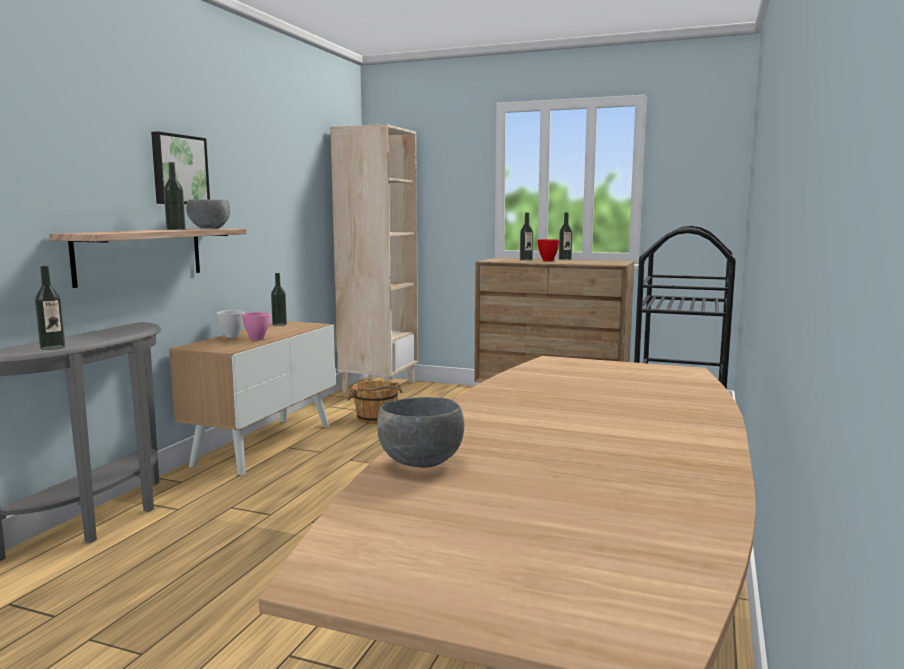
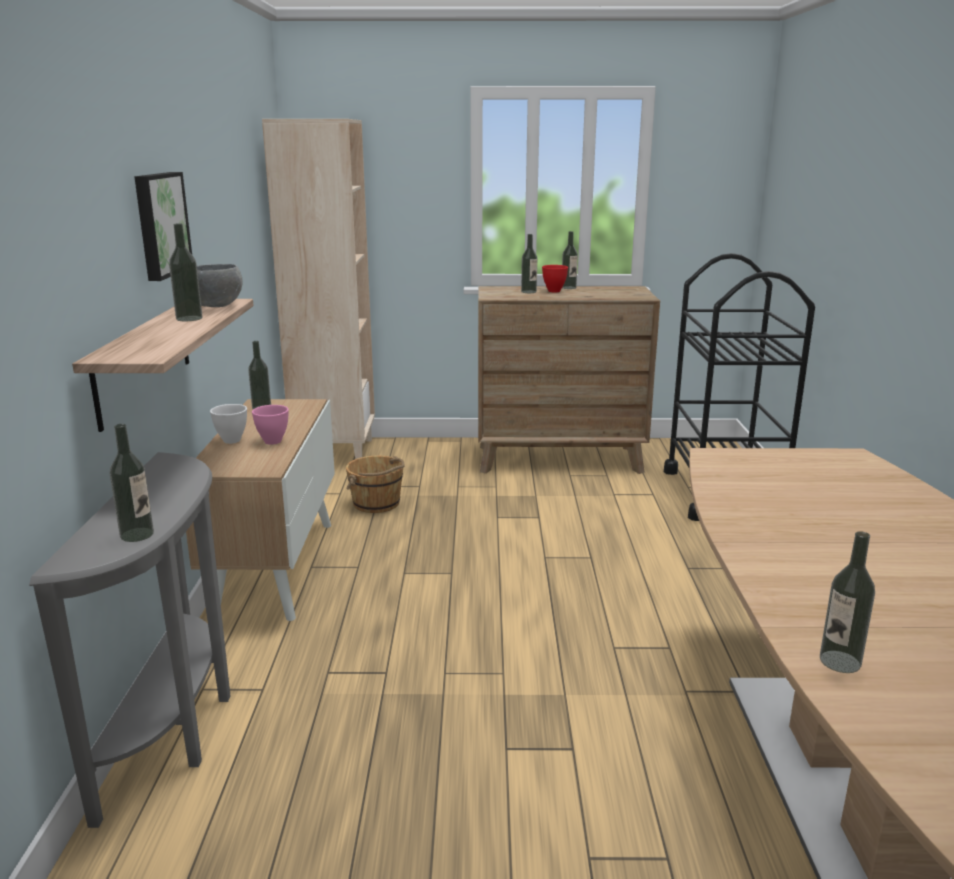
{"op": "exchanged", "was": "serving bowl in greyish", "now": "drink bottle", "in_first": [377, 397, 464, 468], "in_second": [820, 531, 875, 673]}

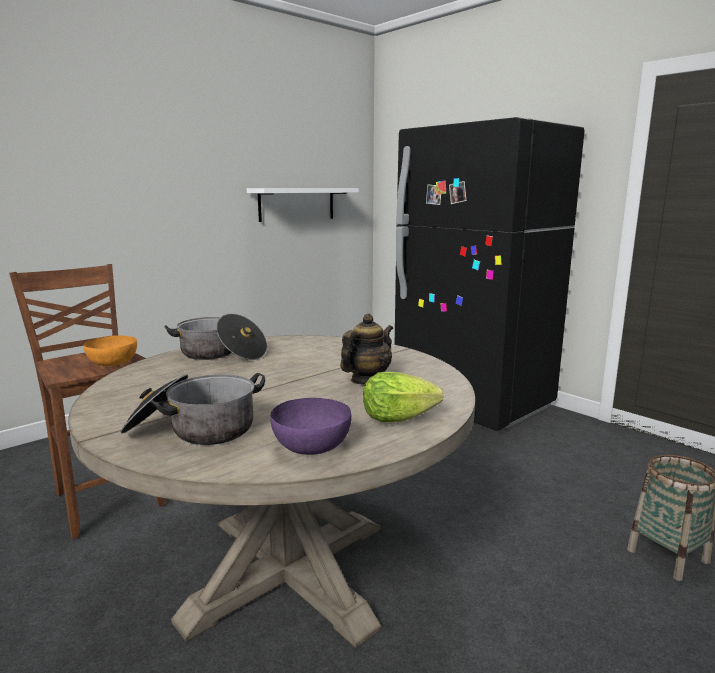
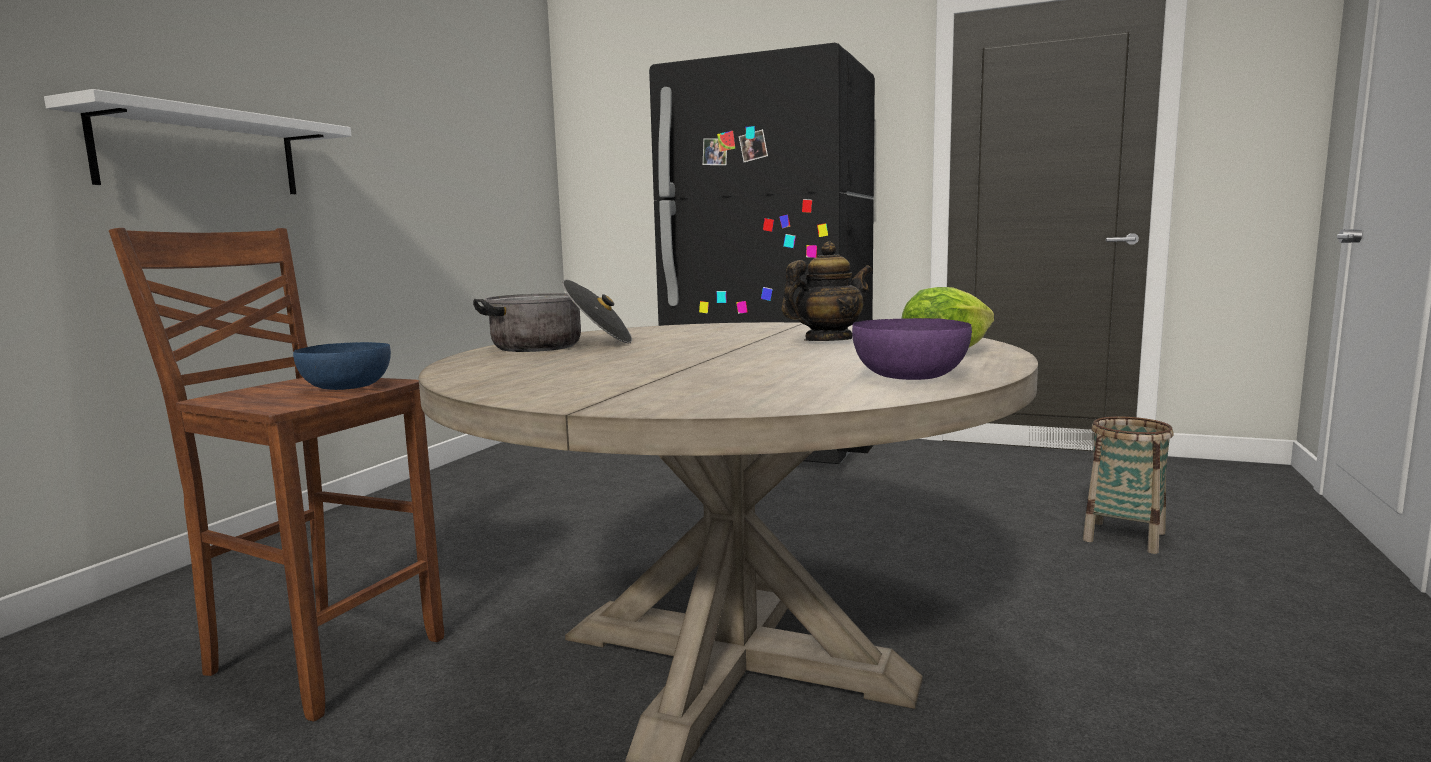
{"op": "missing", "was": "stockpot", "in_first": [121, 373, 265, 445]}
{"op": "relocated", "was": "bracket shelf in white-coloured", "in_first": [247, 188, 359, 222], "in_second": [44, 89, 351, 194]}
{"op": "colour", "was": "serving bowl in orangey", "now": "serving bowl in bluish", "in_first": [84, 335, 137, 366], "in_second": [293, 342, 391, 390]}
{"op": "spun", "was": "pot for tea", "in_first": [340, 314, 393, 385], "in_second": [782, 242, 872, 341], "clockwise": 45}

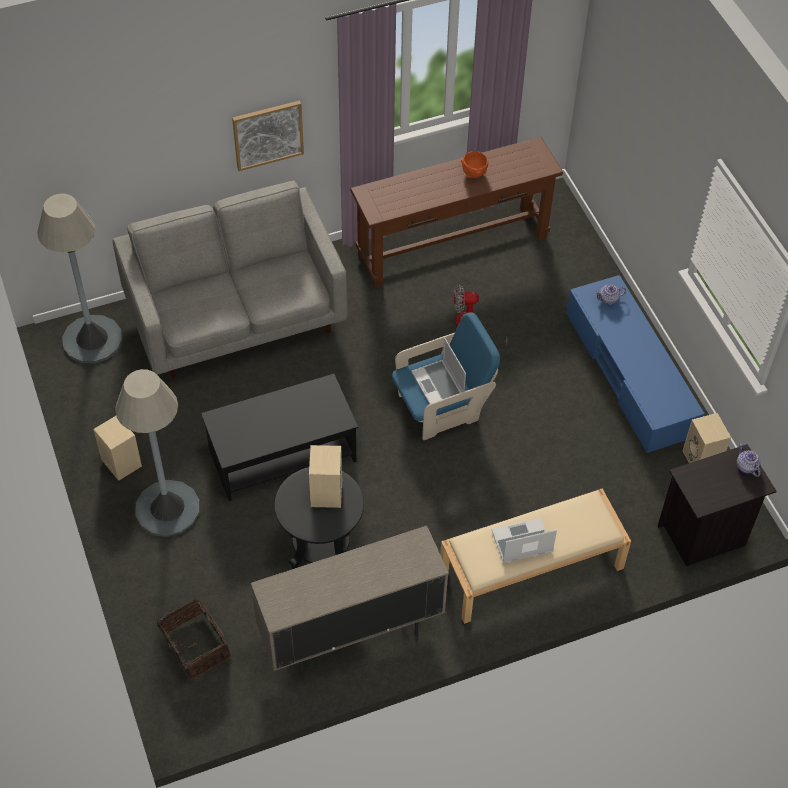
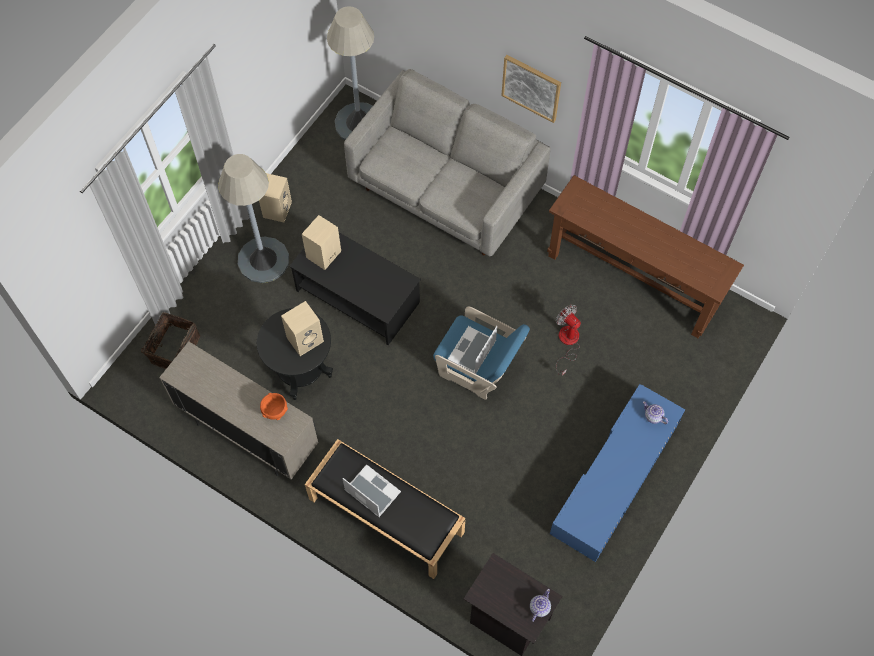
{"op": "relocated", "was": "serving bowl in orangey", "in_first": [461, 151, 488, 178], "in_second": [260, 393, 288, 420]}
{"op": "relocated", "was": "loudspeaker in beige", "in_first": [683, 413, 731, 463], "in_second": [302, 215, 341, 270]}
{"op": "colour", "was": "bench in beige", "now": "bench in black-coloured", "in_first": [440, 488, 631, 624], "in_second": [305, 439, 466, 579]}

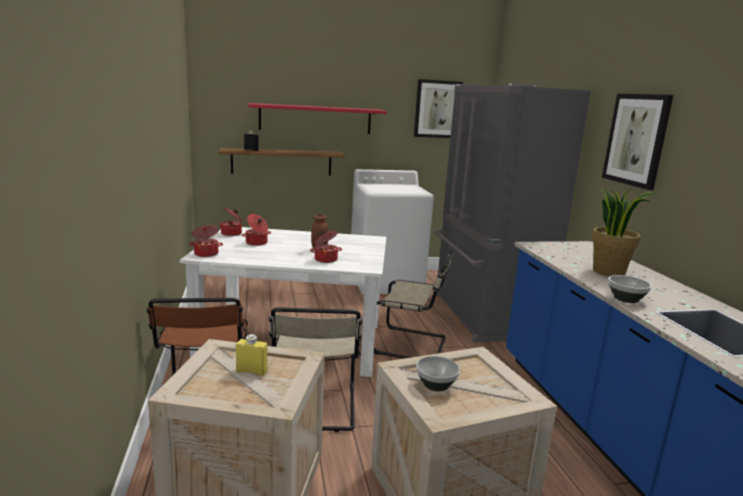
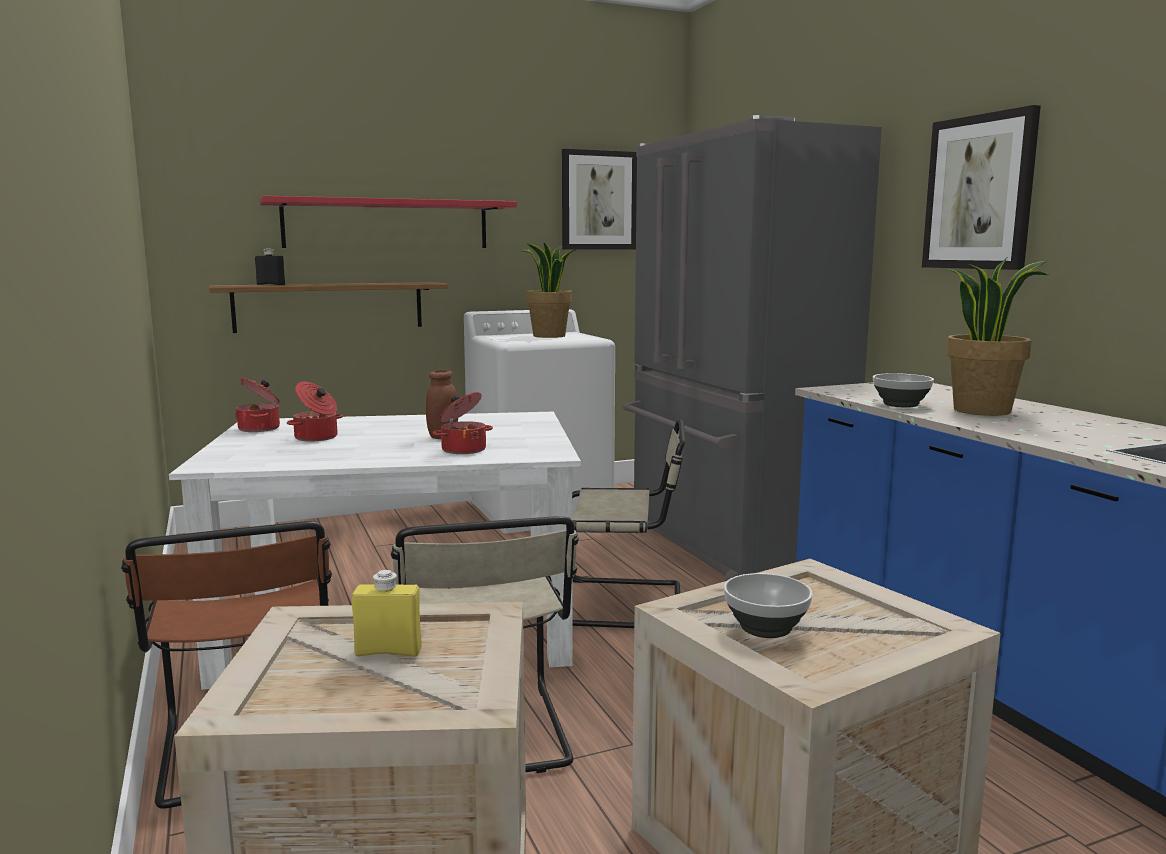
{"op": "missing", "was": "stockpot", "in_first": [189, 225, 223, 257]}
{"op": "appeared", "now": "houseplant", "in_second": [519, 242, 576, 338]}
{"op": "relocated", "was": "serving bowl", "in_first": [608, 275, 652, 303], "in_second": [873, 373, 934, 408]}

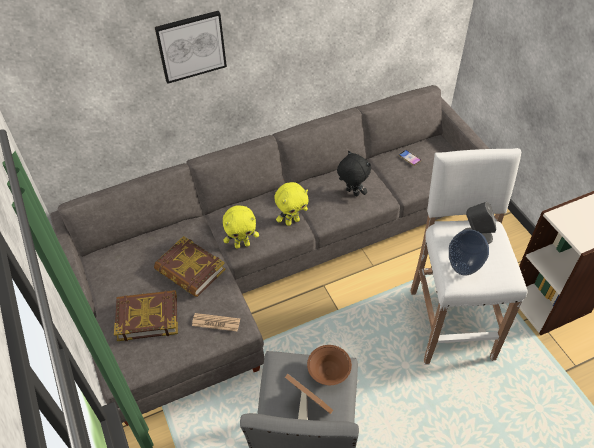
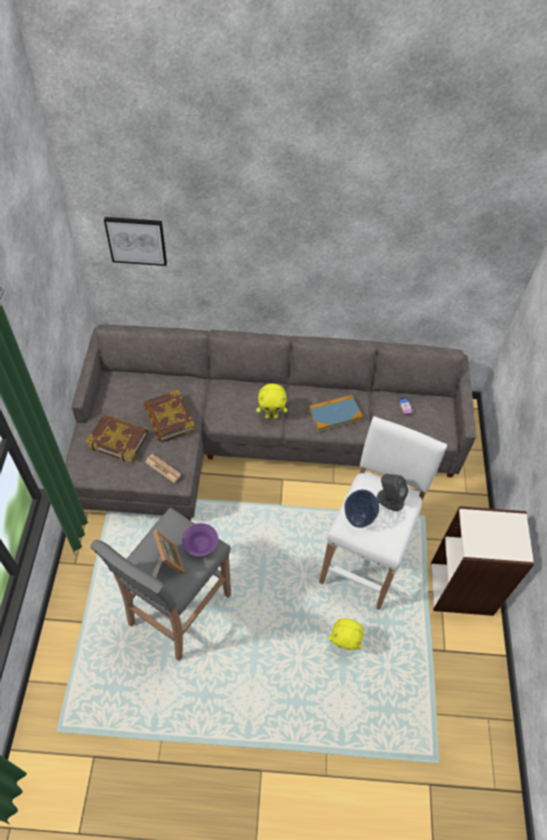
{"op": "relocated", "was": "wall art", "in_first": [155, 11, 227, 84], "in_second": [104, 217, 167, 266]}
{"op": "relocated", "was": "soft toy in yellow-coloured", "in_first": [223, 206, 259, 248], "in_second": [328, 619, 364, 650]}
{"op": "exchanged", "was": "soft toy in black-coloured", "now": "bound book", "in_first": [337, 151, 371, 197], "in_second": [308, 395, 363, 432]}
{"op": "colour", "was": "serving bowl in brown-coloured", "now": "serving bowl in purple-coloured", "in_first": [307, 345, 352, 385], "in_second": [182, 523, 218, 556]}

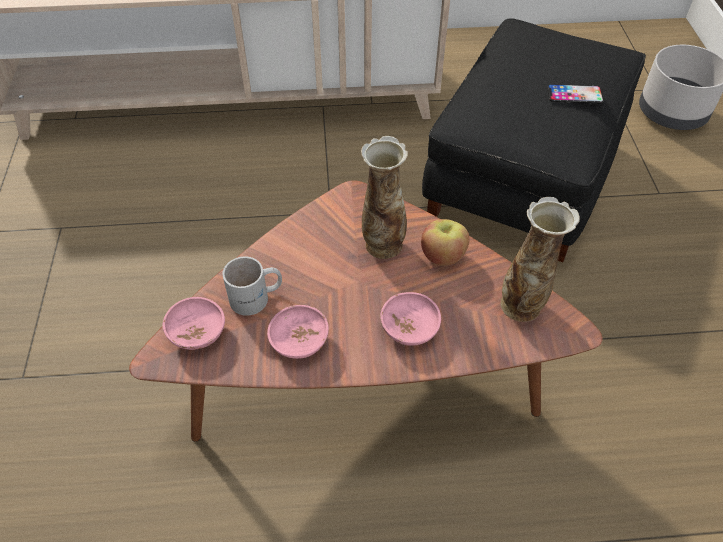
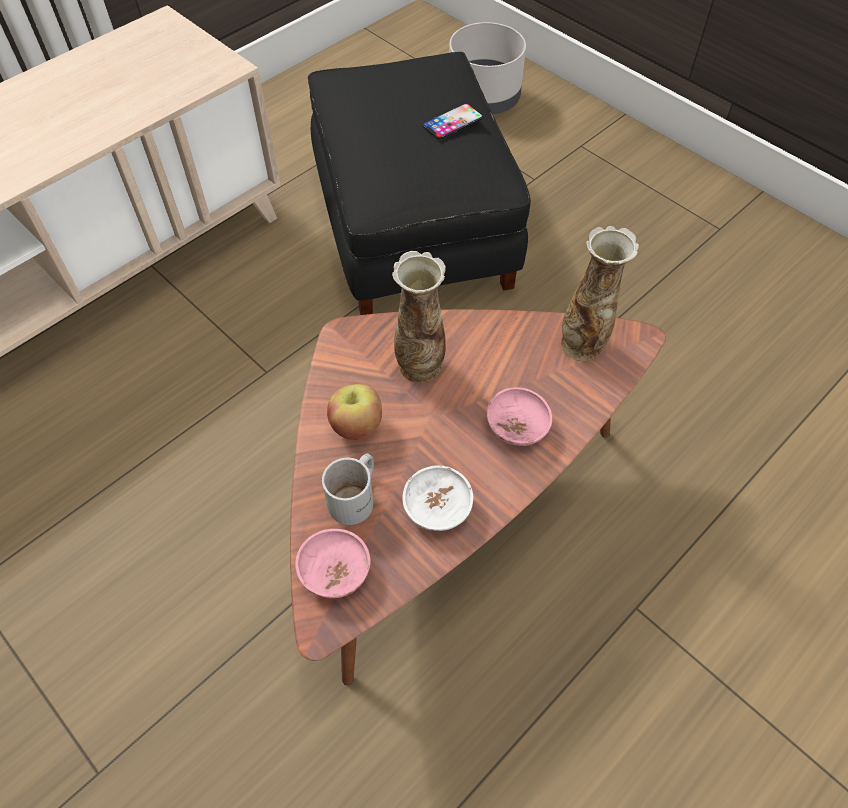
{"op": "relocated", "was": "apple", "in_first": [421, 219, 469, 266], "in_second": [327, 384, 382, 440]}
{"op": "colour", "was": "serving bowl in pinkish", "now": "serving bowl in white-coloured", "in_first": [267, 305, 329, 359], "in_second": [403, 465, 473, 531]}

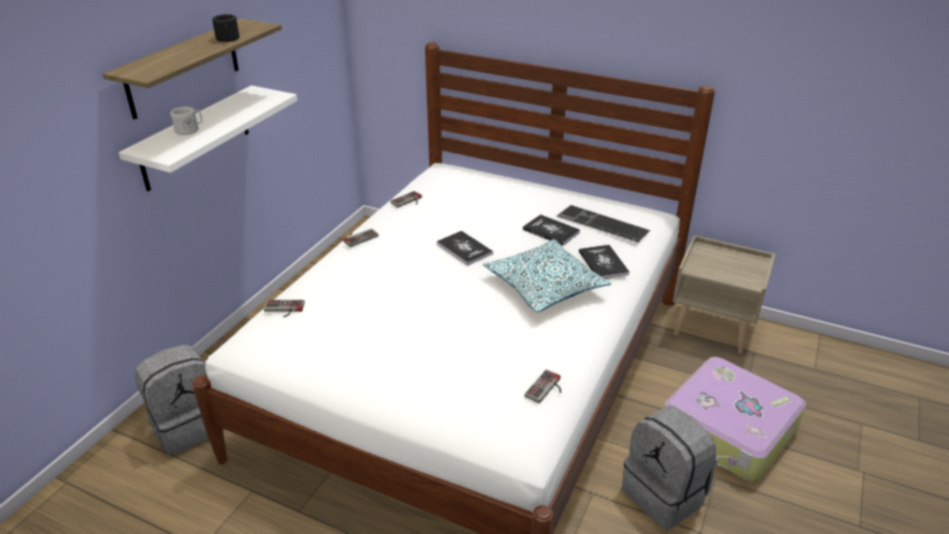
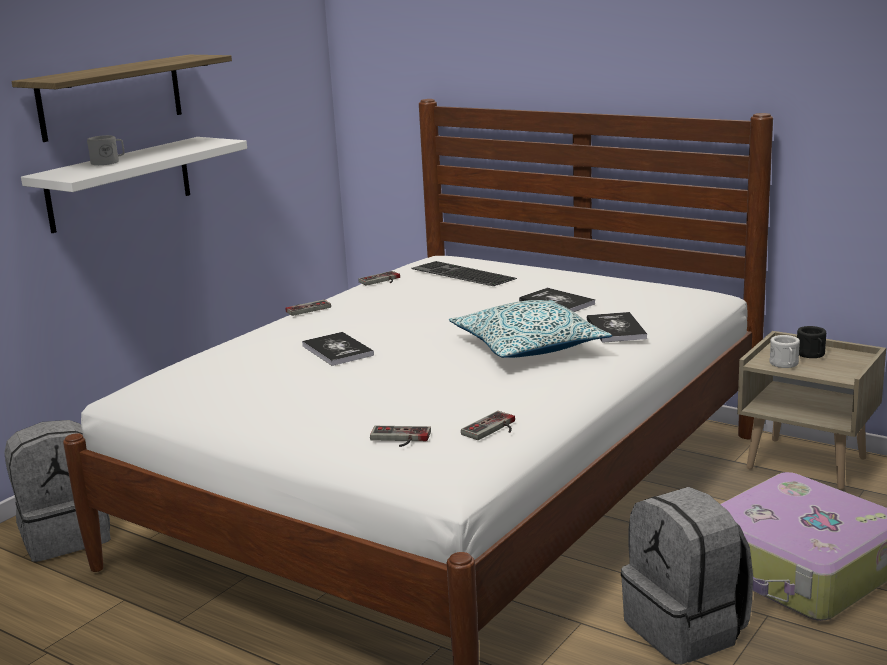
{"op": "appeared", "now": "tea mug in white-coloured", "in_second": [770, 335, 800, 368]}
{"op": "relocated", "was": "tea mug in black-coloured", "in_first": [212, 14, 239, 42], "in_second": [797, 326, 826, 358]}
{"op": "relocated", "was": "game controller", "in_first": [264, 300, 305, 317], "in_second": [370, 426, 431, 447]}
{"op": "relocated", "was": "bound book", "in_first": [437, 231, 493, 266], "in_second": [302, 332, 374, 366]}
{"op": "relocated", "was": "keyboard", "in_first": [557, 205, 650, 243], "in_second": [411, 261, 517, 286]}

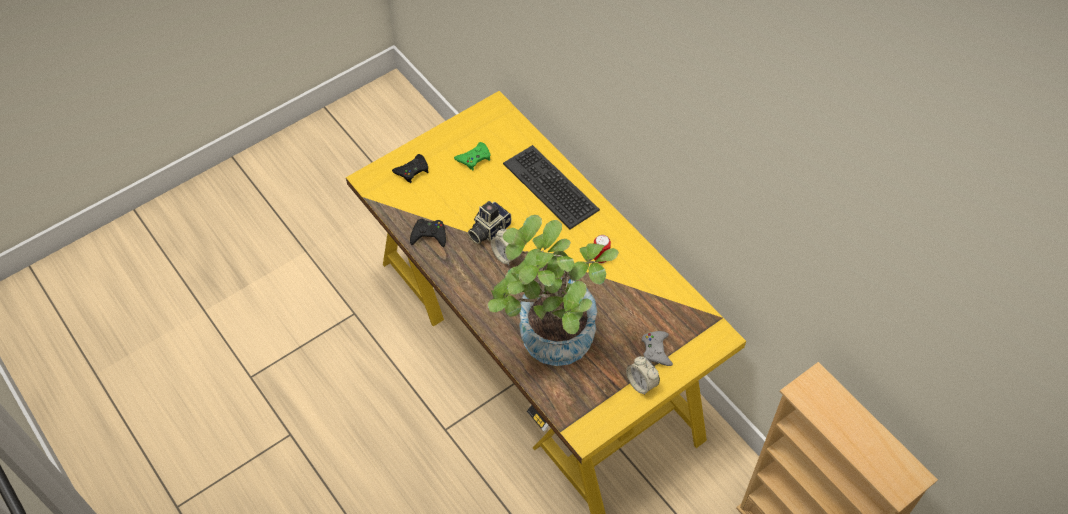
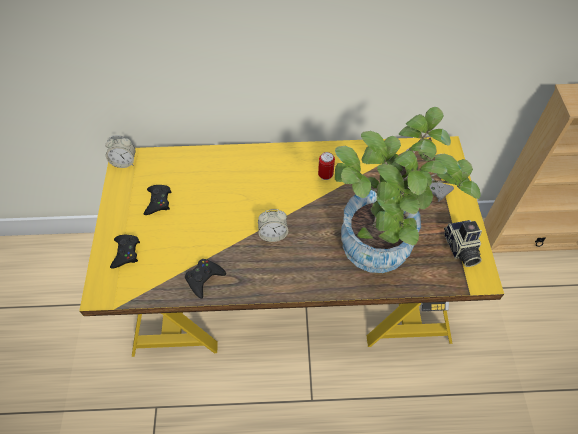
{"op": "missing", "was": "keyboard", "in_first": [503, 145, 600, 229]}
{"op": "relocated", "was": "still camera", "in_first": [468, 201, 511, 244], "in_second": [444, 220, 482, 267]}
{"op": "relocated", "was": "table clock", "in_first": [626, 356, 660, 395], "in_second": [105, 135, 136, 168]}
{"op": "colour", "was": "game controller in green-coloured", "now": "game controller in black-coloured", "in_first": [454, 142, 490, 171], "in_second": [144, 185, 171, 215]}

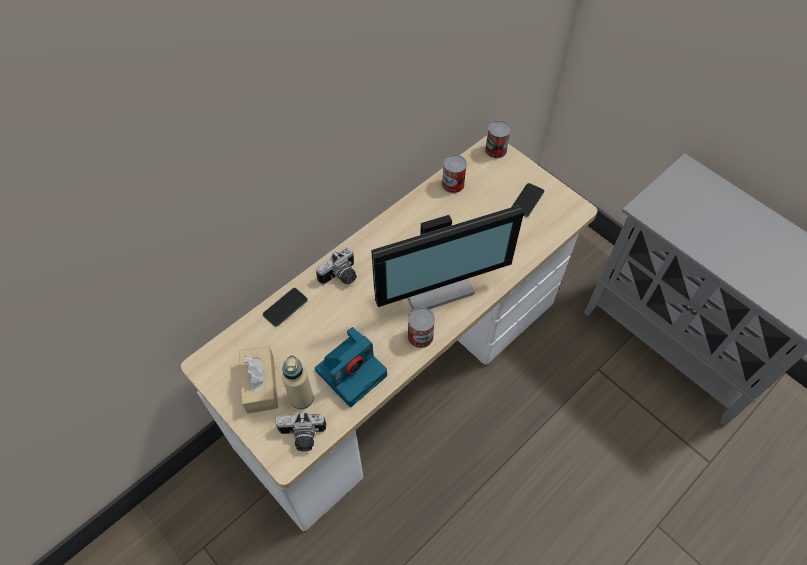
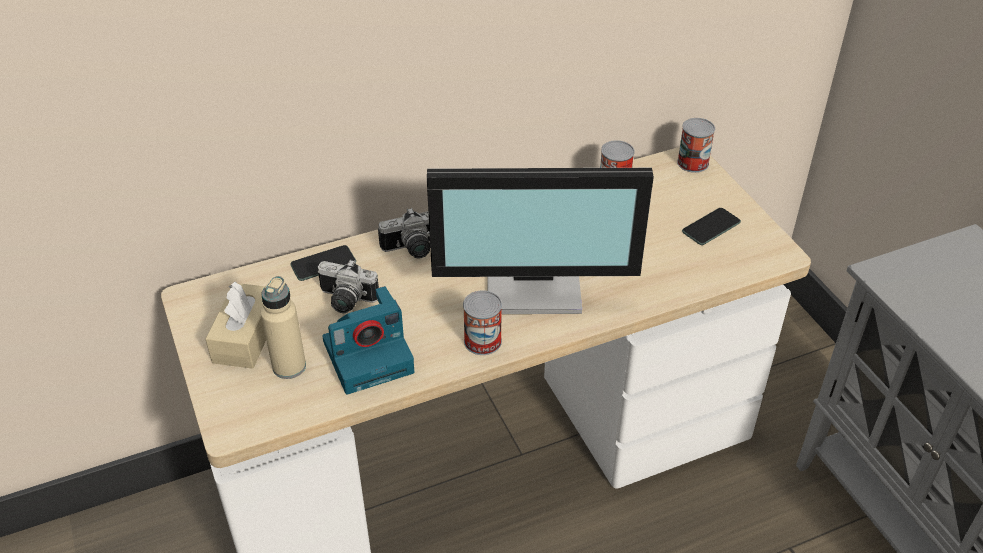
{"op": "relocated", "was": "still camera", "in_first": [276, 412, 327, 451], "in_second": [317, 259, 379, 313]}

